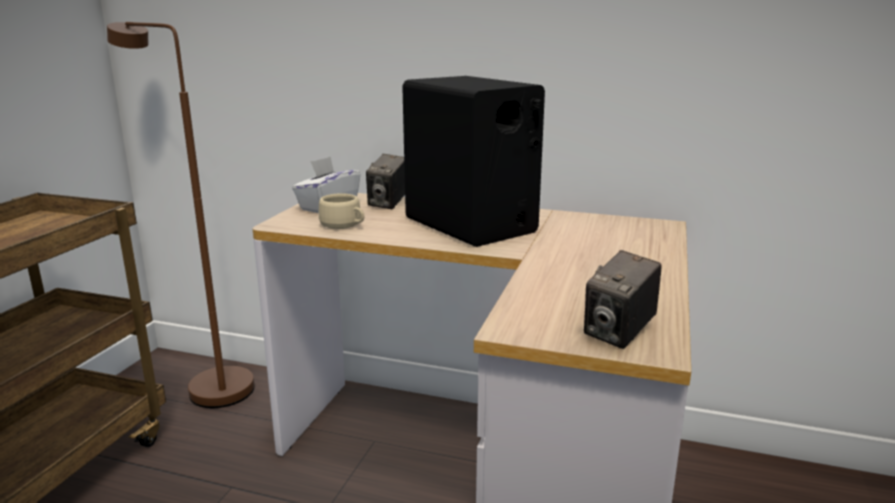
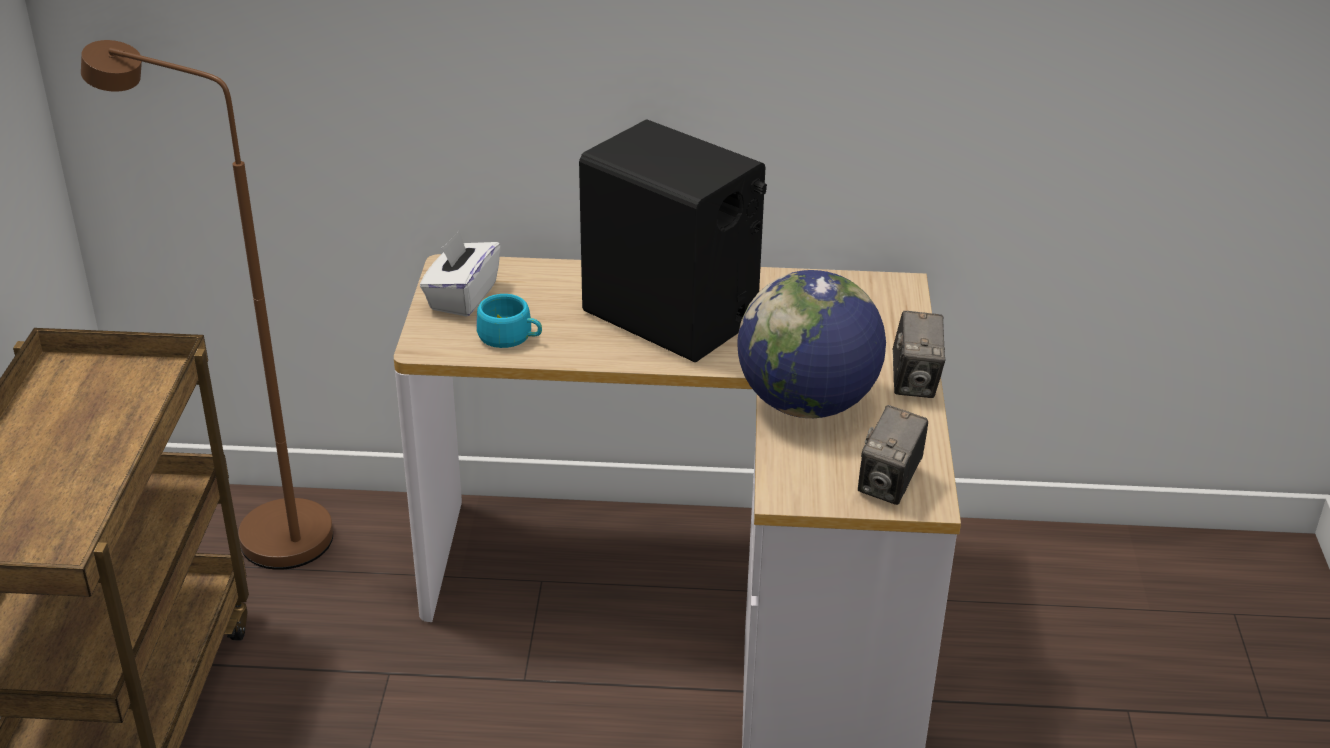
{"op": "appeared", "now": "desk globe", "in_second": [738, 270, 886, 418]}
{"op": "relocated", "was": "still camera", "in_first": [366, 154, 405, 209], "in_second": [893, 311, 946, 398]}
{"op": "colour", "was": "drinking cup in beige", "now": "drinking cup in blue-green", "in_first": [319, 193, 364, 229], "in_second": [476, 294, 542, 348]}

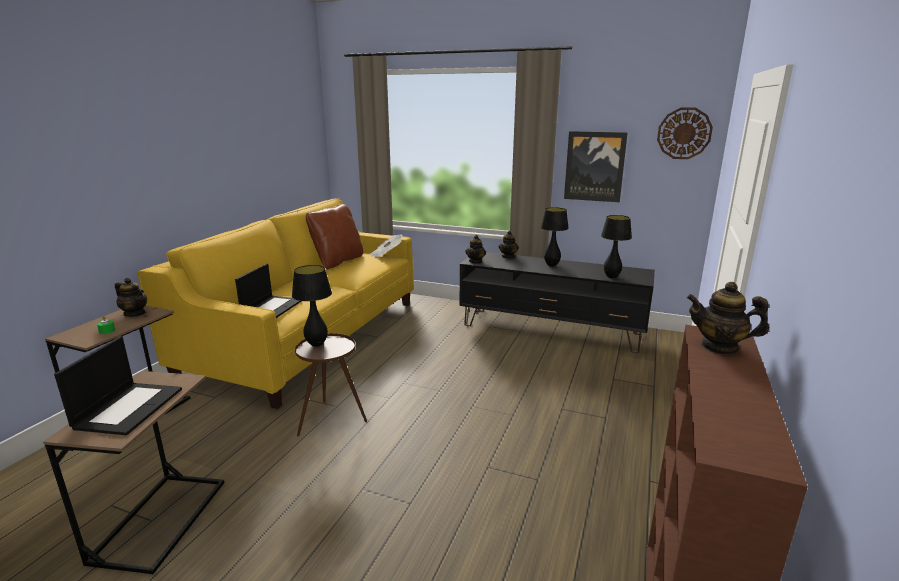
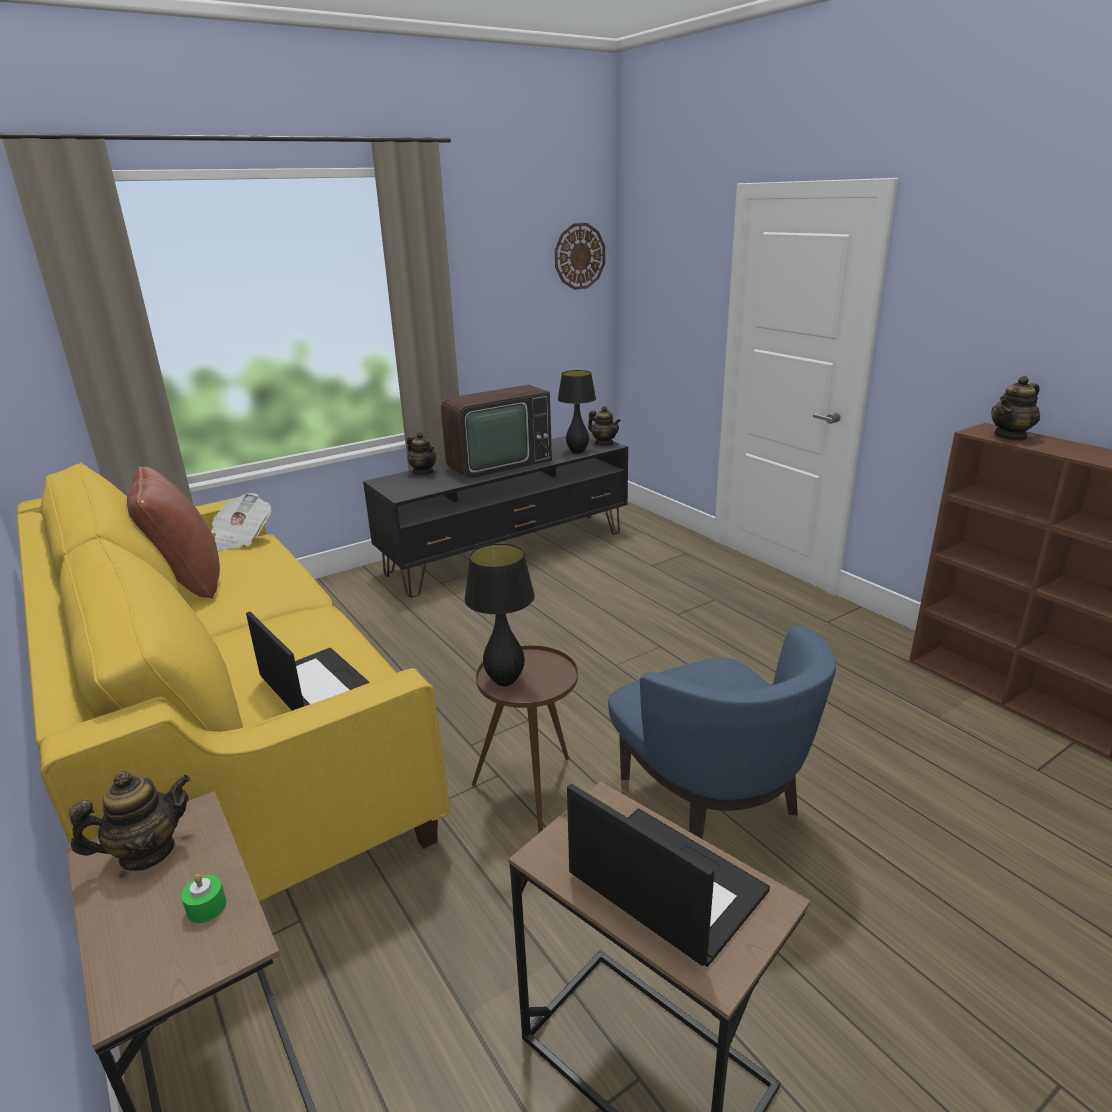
{"op": "missing", "was": "wall art", "in_first": [564, 131, 628, 202]}
{"op": "appeared", "now": "armchair in bluish", "in_second": [608, 626, 836, 839]}
{"op": "relocated", "was": "pot for tea", "in_first": [465, 235, 486, 264], "in_second": [588, 406, 621, 446]}
{"op": "exchanged", "was": "lamp for a table in black-coloured", "now": "television", "in_first": [540, 207, 569, 267], "in_second": [441, 385, 552, 478]}

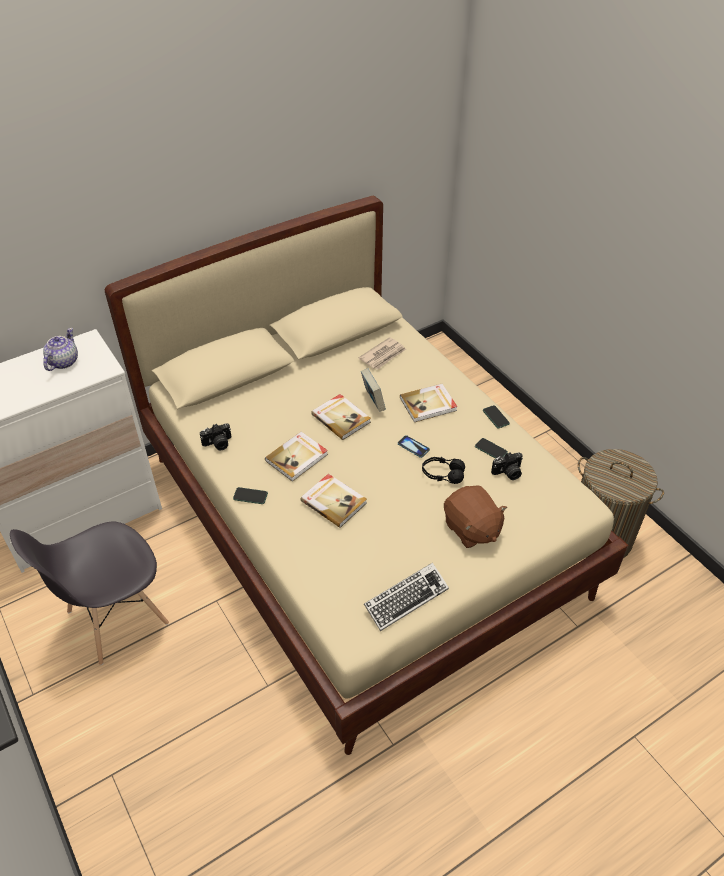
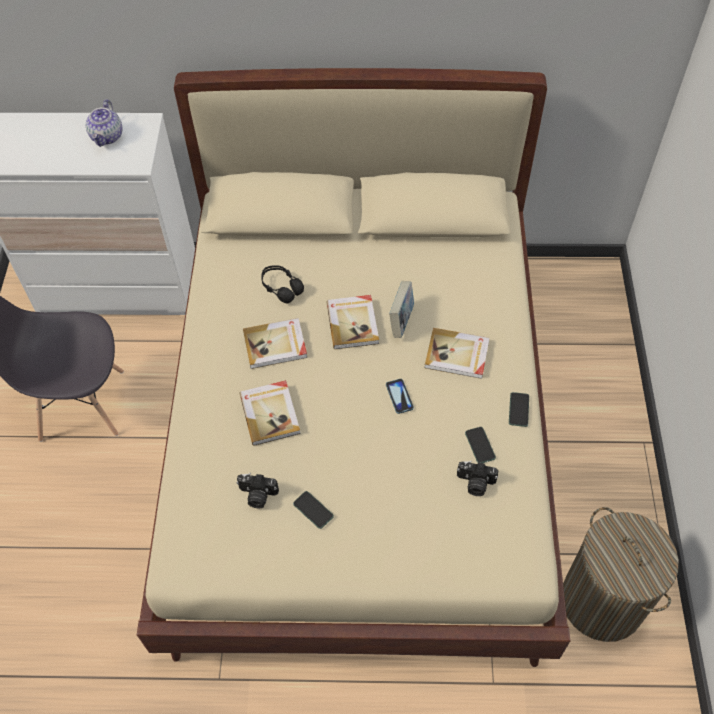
{"op": "missing", "was": "daily paper", "in_first": [358, 337, 406, 370]}
{"op": "missing", "was": "keyboard", "in_first": [364, 563, 449, 631]}
{"op": "missing", "was": "soft toy in brown-coloured", "in_first": [444, 485, 507, 548]}
{"op": "relocated", "was": "still camera", "in_first": [200, 423, 231, 451], "in_second": [236, 473, 279, 508]}
{"op": "relocated", "was": "phone", "in_first": [233, 487, 268, 504], "in_second": [293, 491, 334, 529]}
{"op": "relocated", "was": "headphones in black-coloured", "in_first": [422, 457, 465, 484], "in_second": [261, 265, 304, 304]}
{"op": "spun", "was": "pot for tea", "in_first": [43, 328, 78, 371], "in_second": [86, 99, 123, 147], "clockwise": 135}

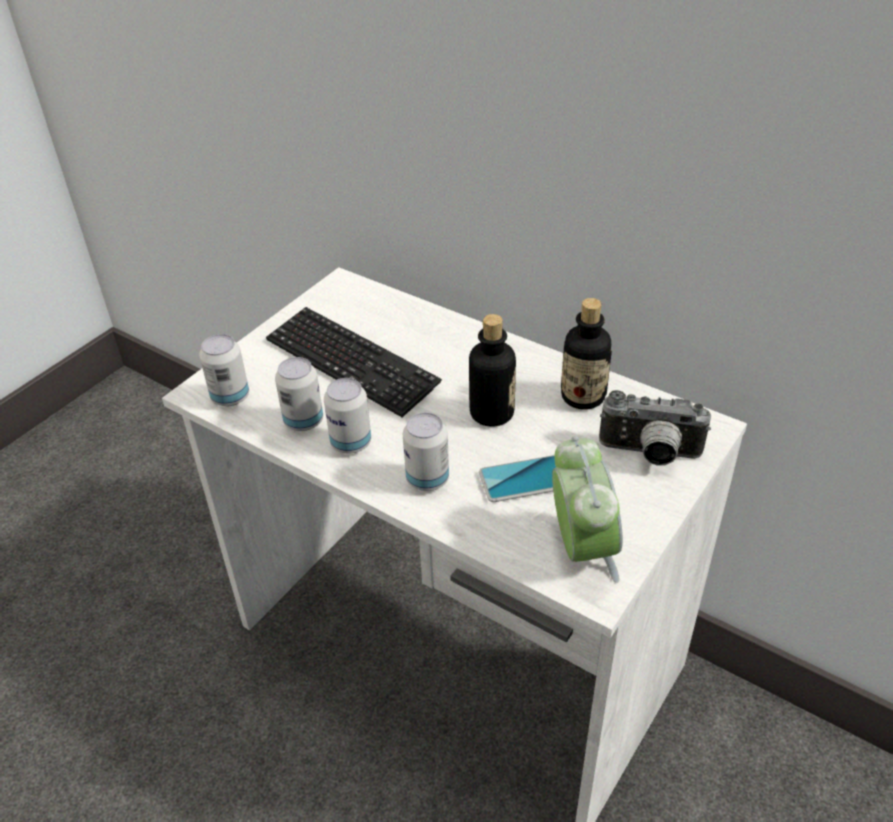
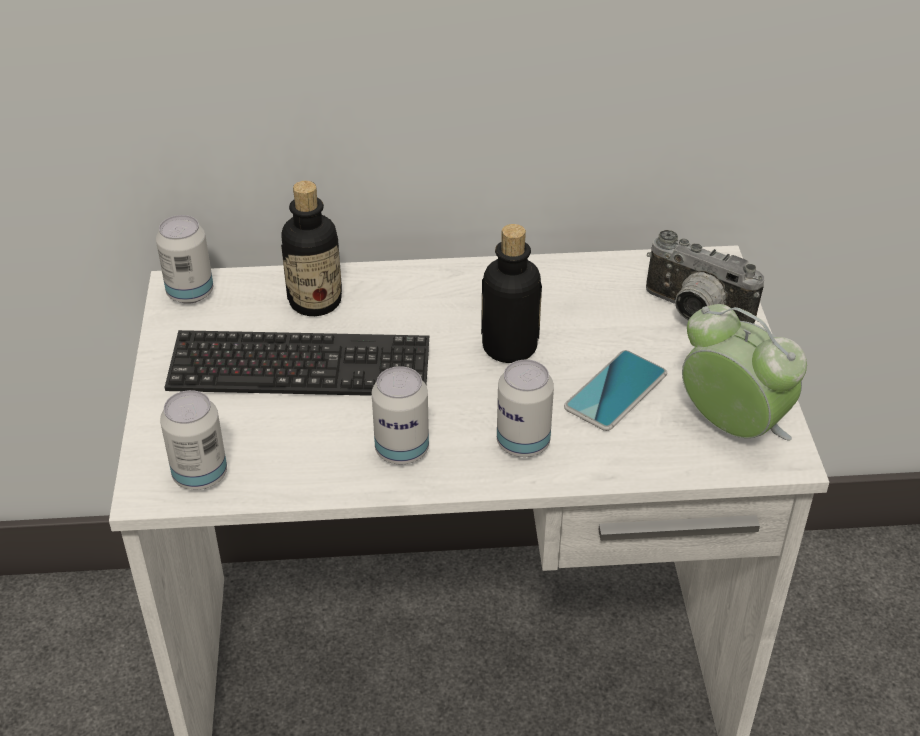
{"op": "relocated", "was": "sealed can", "in_first": [275, 357, 323, 431], "in_second": [156, 215, 213, 304]}
{"op": "relocated", "was": "drink bottle", "in_first": [561, 298, 612, 410], "in_second": [281, 181, 342, 316]}
{"op": "spun", "was": "still camera", "in_first": [599, 390, 711, 466], "in_second": [646, 230, 764, 324], "clockwise": 60}

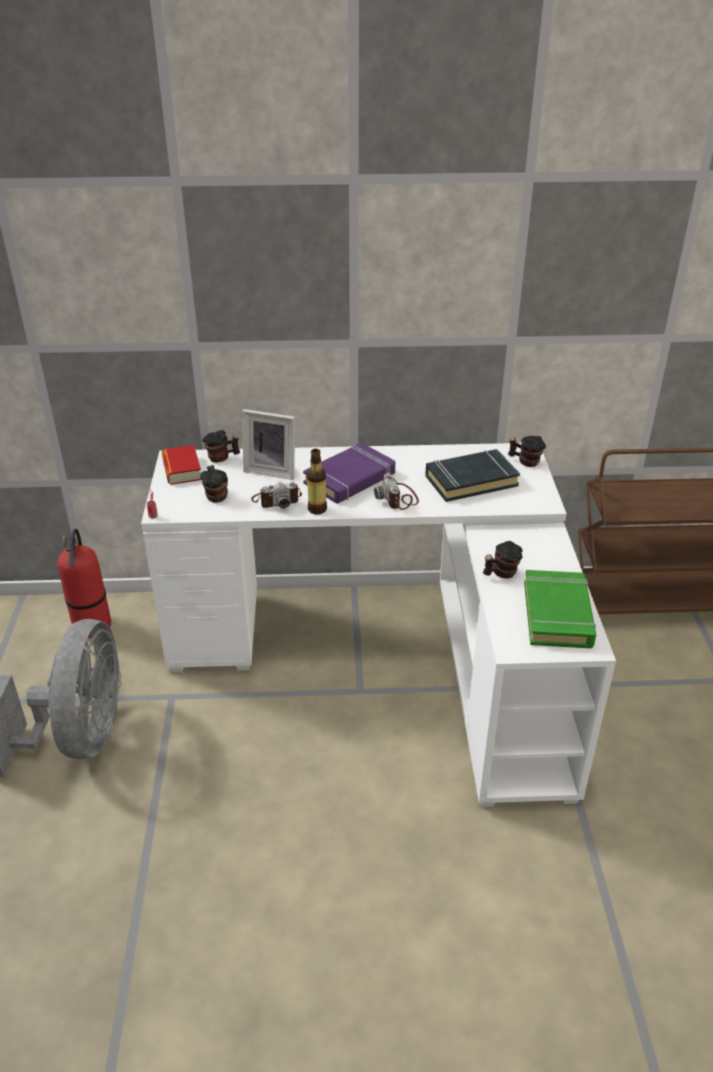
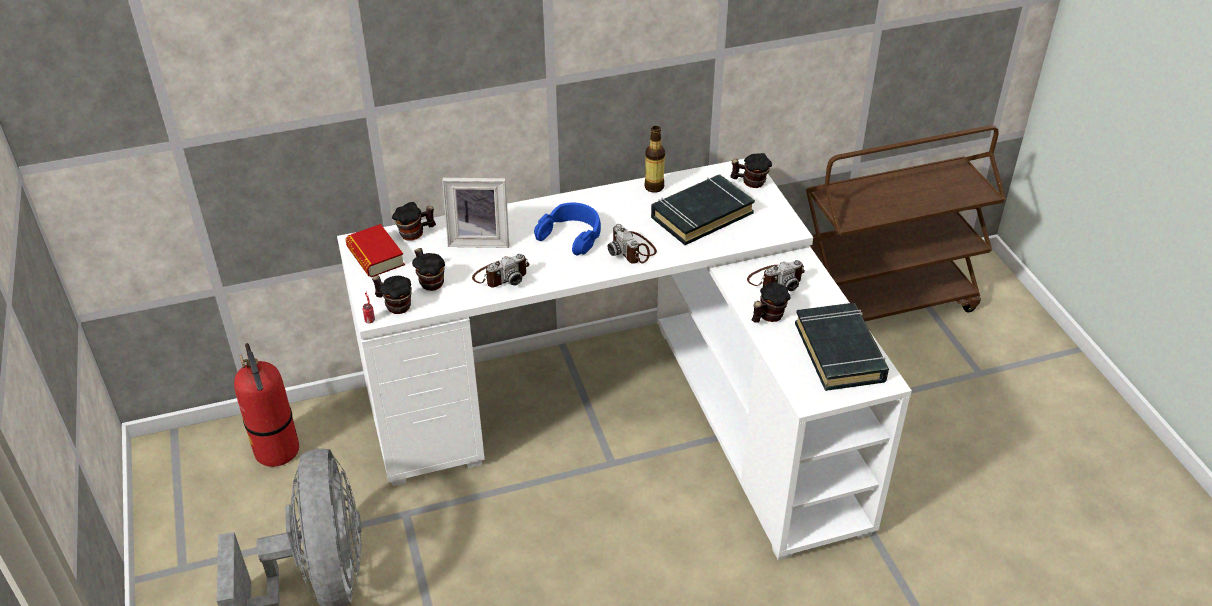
{"op": "appeared", "now": "tea mug", "in_second": [372, 275, 412, 314]}
{"op": "appeared", "now": "still camera", "in_second": [747, 260, 805, 291]}
{"op": "relocated", "was": "drink bottle", "in_first": [307, 449, 327, 515], "in_second": [644, 126, 665, 193]}
{"op": "exchanged", "was": "bound book in purple-coloured", "now": "headphones in bluish", "in_first": [303, 442, 395, 504], "in_second": [534, 203, 601, 256]}
{"op": "colour", "was": "bound book in green-coloured", "now": "bound book in black-coloured", "in_first": [524, 570, 596, 648], "in_second": [795, 303, 889, 391]}

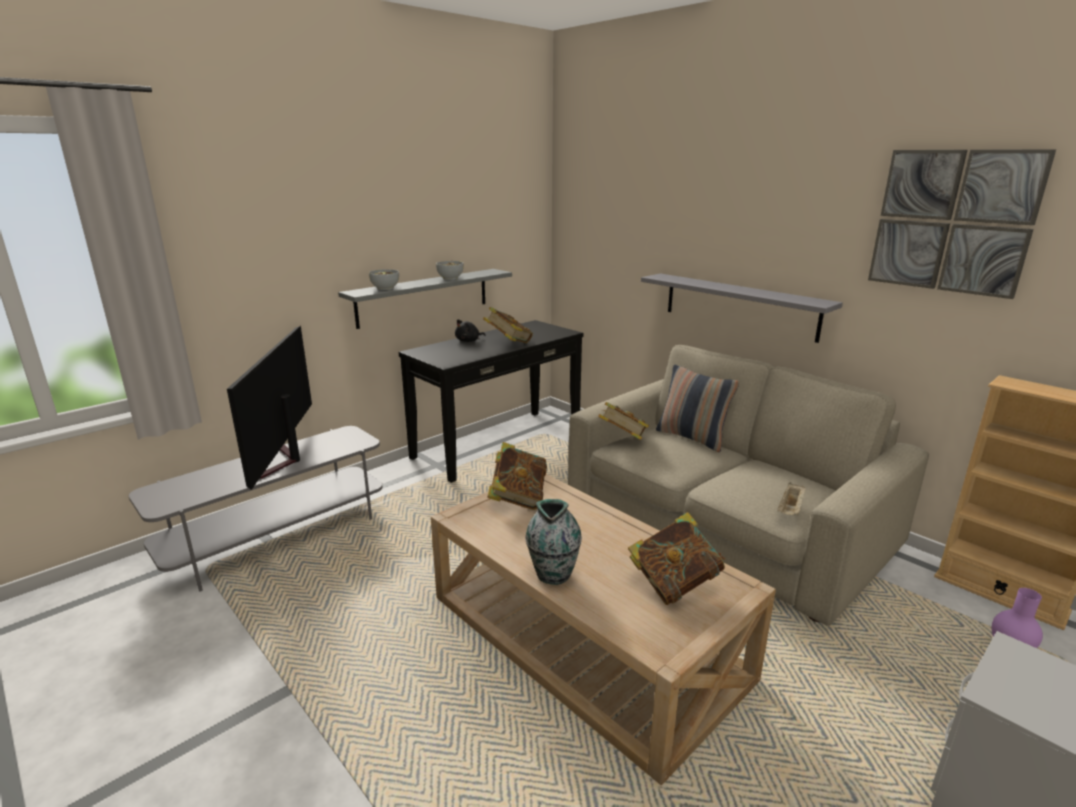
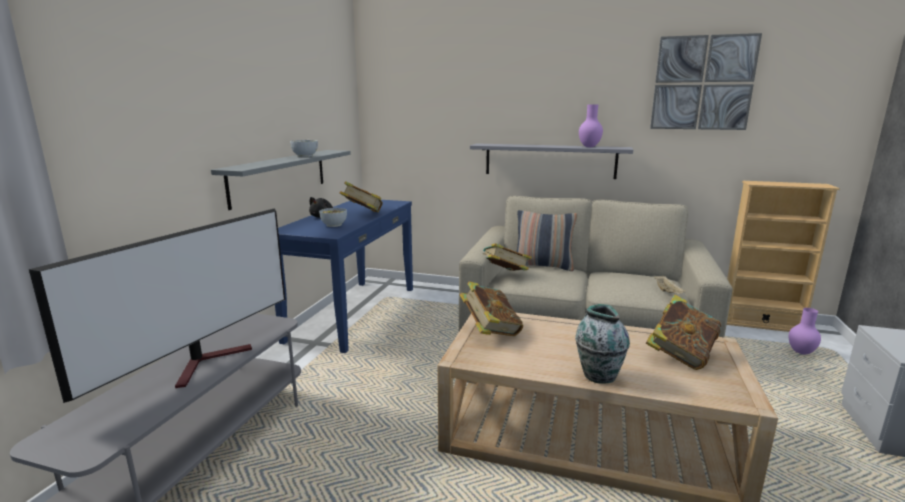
{"op": "appeared", "now": "flower vase in purple-coloured", "in_second": [579, 104, 603, 147]}
{"op": "relocated", "was": "serving bowl", "in_first": [369, 269, 399, 290], "in_second": [319, 208, 347, 227]}
{"op": "colour", "was": "hall table in black-coloured", "now": "hall table in bluish", "in_first": [399, 320, 583, 483], "in_second": [275, 200, 413, 353]}
{"op": "spun", "was": "television", "in_first": [227, 326, 312, 490], "in_second": [29, 209, 285, 403], "clockwise": -120}

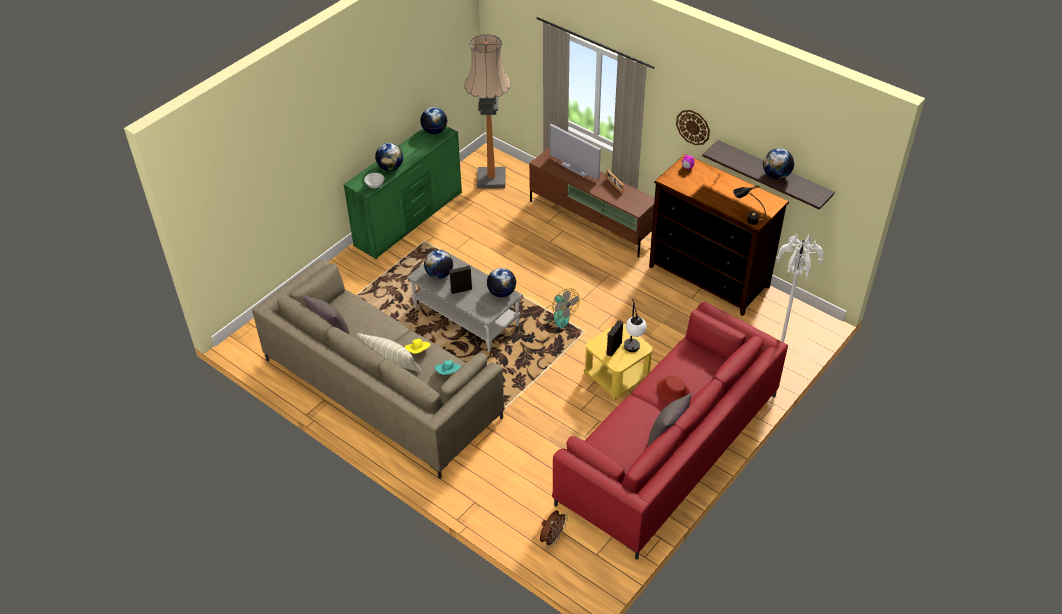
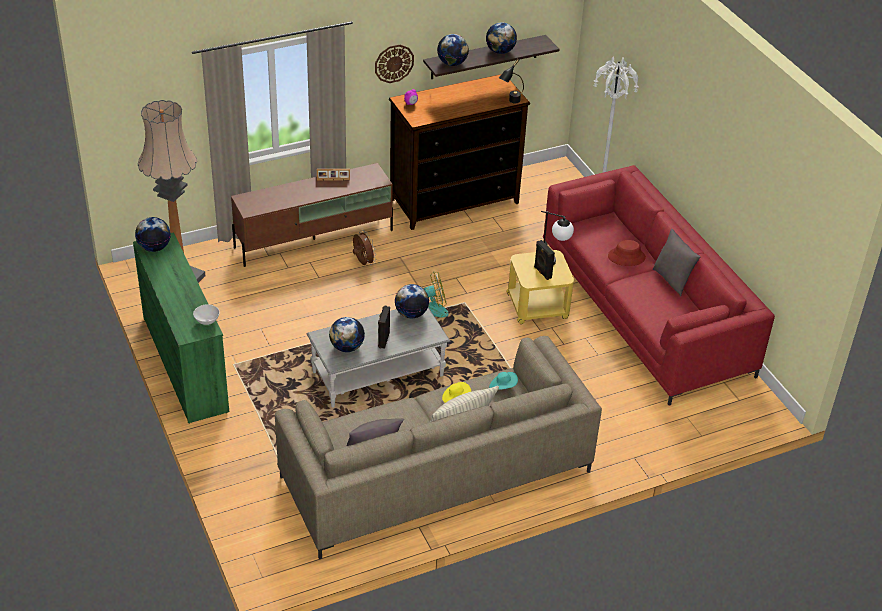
{"op": "missing", "was": "television", "in_first": [550, 124, 601, 180]}
{"op": "relocated", "was": "desk globe", "in_first": [375, 143, 403, 171], "in_second": [437, 34, 469, 66]}
{"op": "relocated", "was": "cooling fan in brown-coloured", "in_first": [540, 510, 568, 548], "in_second": [353, 230, 376, 265]}

